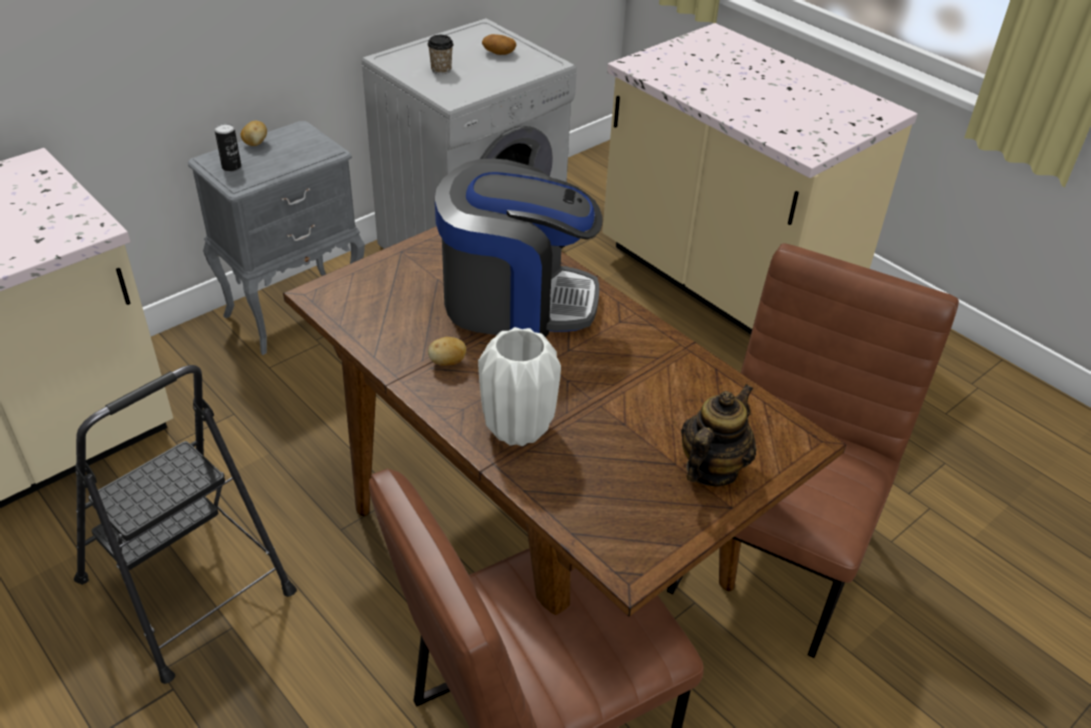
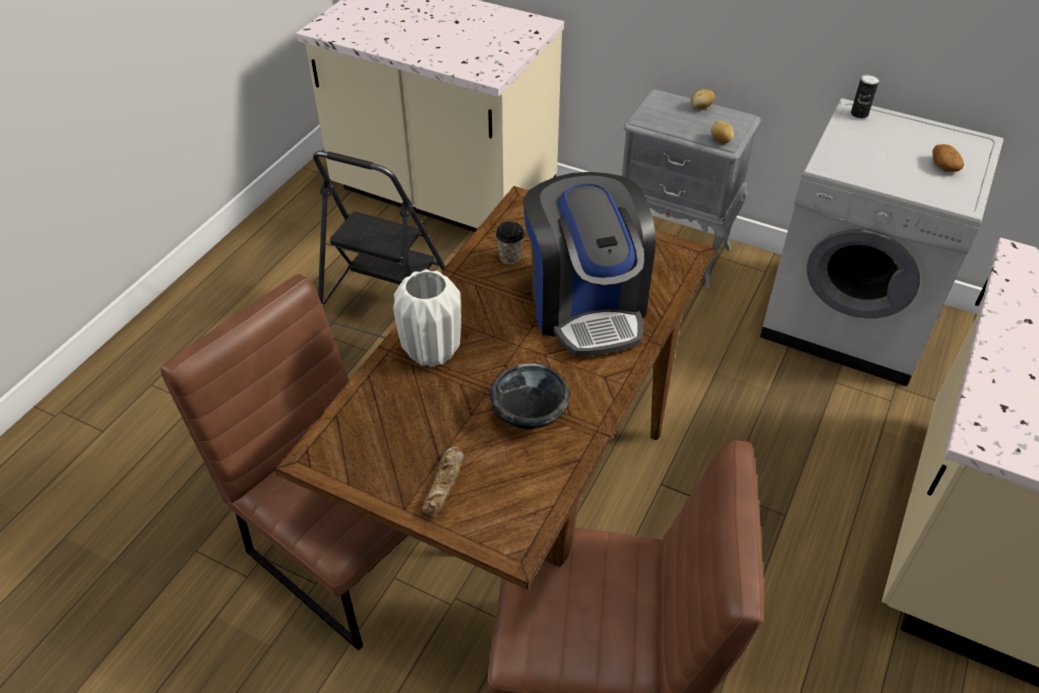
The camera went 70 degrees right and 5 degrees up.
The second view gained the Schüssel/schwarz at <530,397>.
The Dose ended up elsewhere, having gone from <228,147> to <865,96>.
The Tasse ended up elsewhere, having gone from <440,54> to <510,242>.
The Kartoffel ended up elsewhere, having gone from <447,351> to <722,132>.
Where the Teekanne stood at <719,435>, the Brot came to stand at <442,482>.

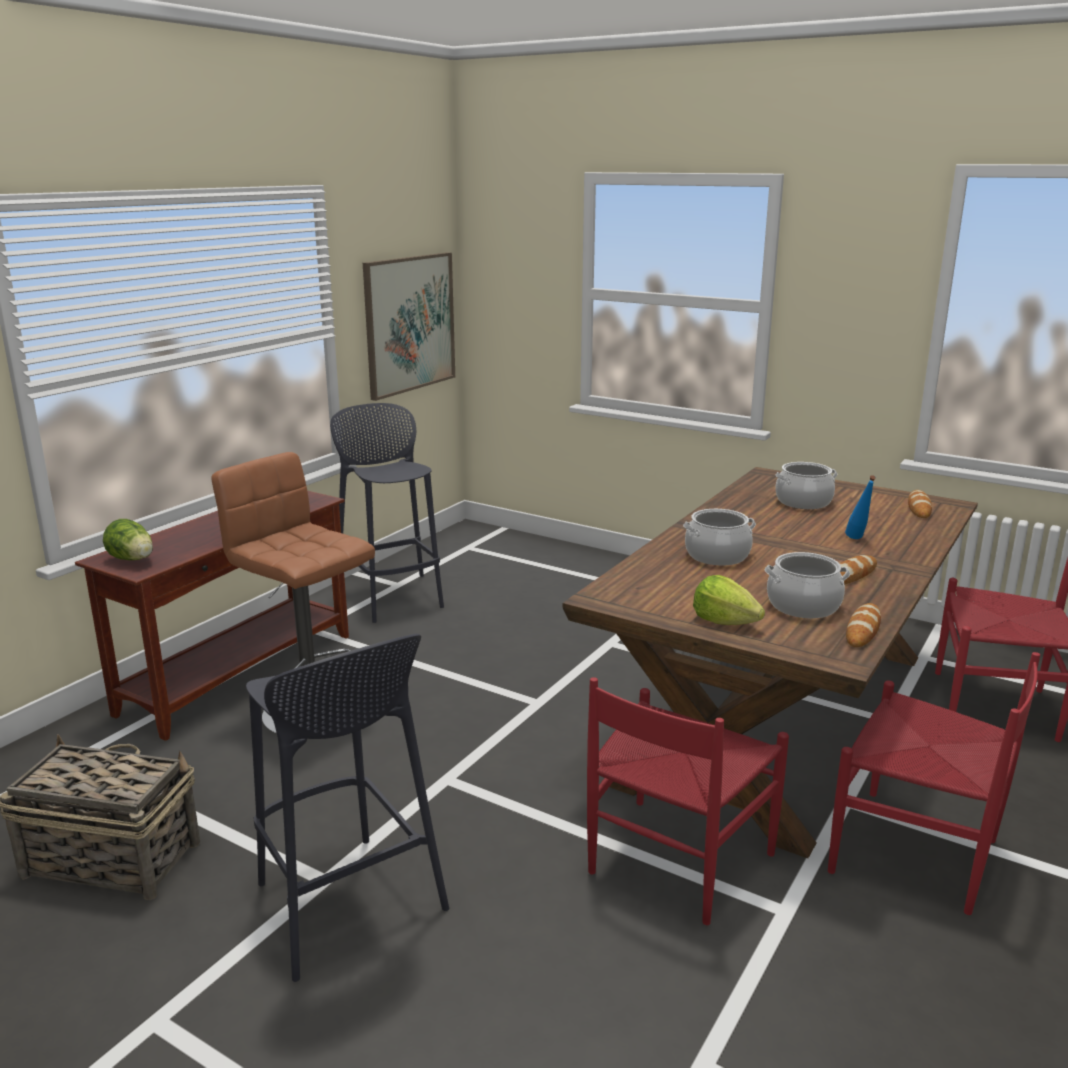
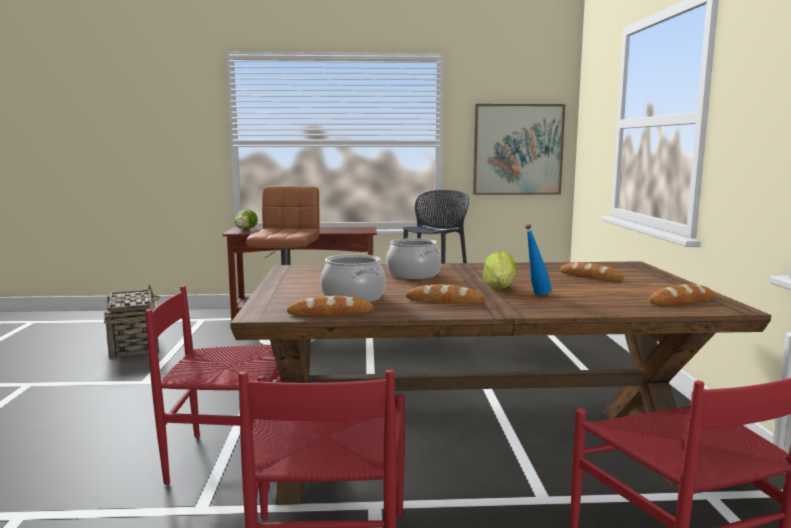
The camera went 55 degrees right and 10 degrees down.
The second view lost the Hocker/grau at <347,808>.
The Salatkopf ended up elsewhere, having gone from <729,600> to <500,270>.
Where the Kochtopf stood at <806,485>, the Brot came to stand at <591,271>.

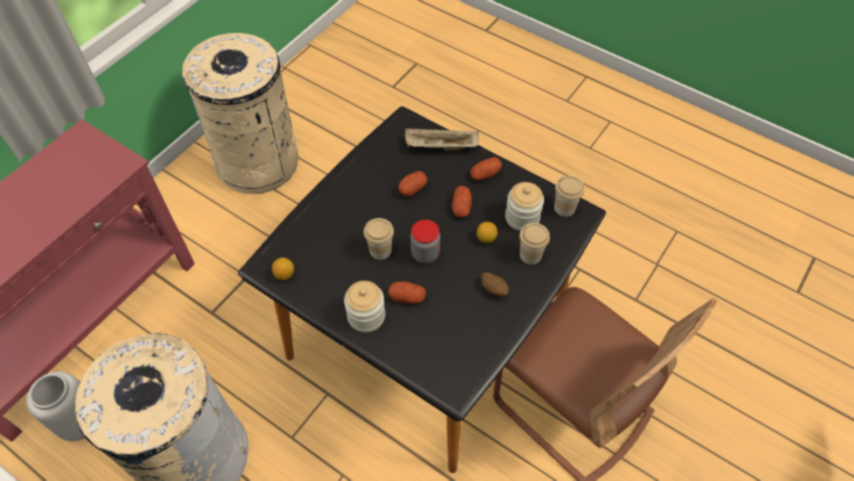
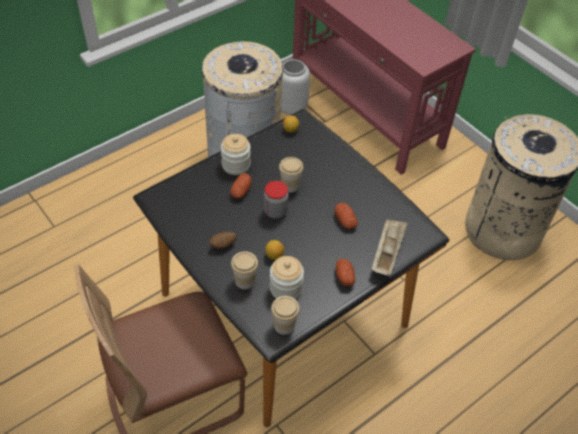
The camera went 105 degrees right and 5 degrees down.
The second view lost the Kartoffel at <462,202>.

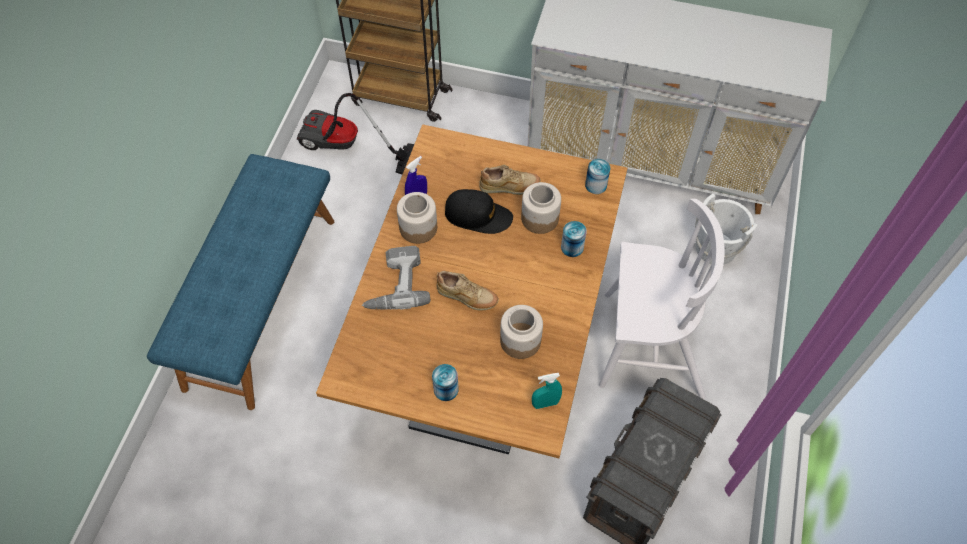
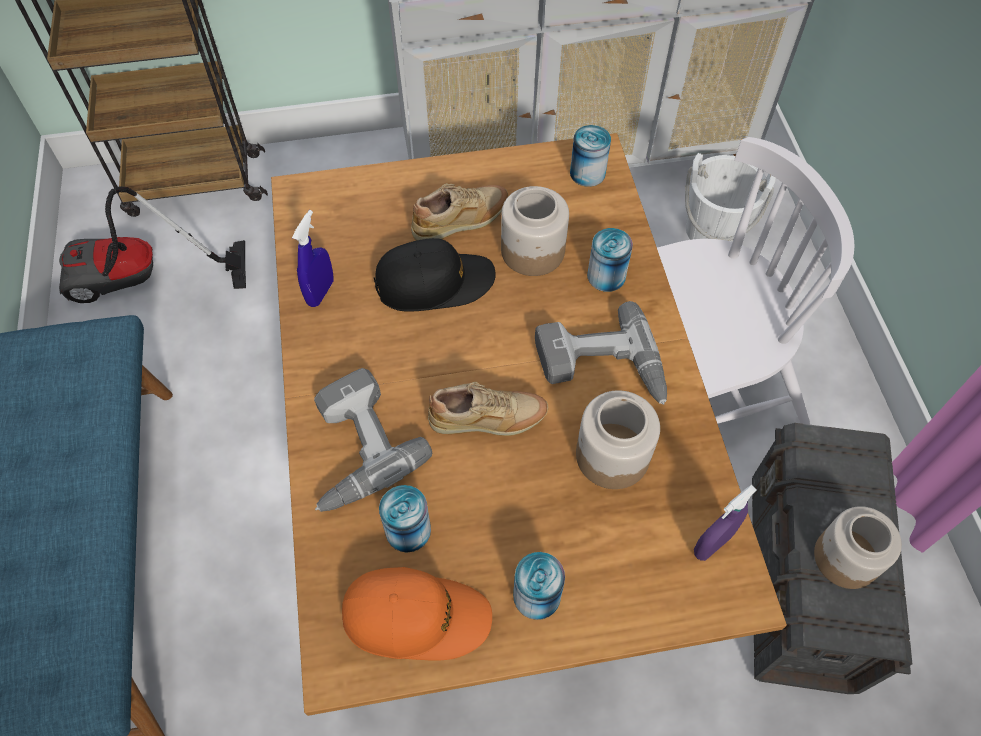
The camera went 25 degrees left and 0 degrees up.
The second view gained the Kappe/orange at <417,613>.
The second view gained the Dose at <405,518>.
The second view gained the Bohrmaschine at <601,353>.
The Vorratsglas ended up elsewhere, having gone from <417,218> to <858,547>.
What was the Sprühflasche/türkis at <547,391> turned into the Sprühflasche/lila at <725,523>.

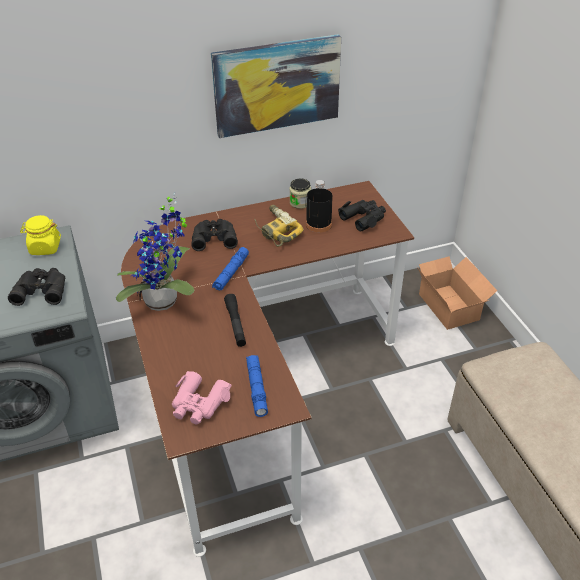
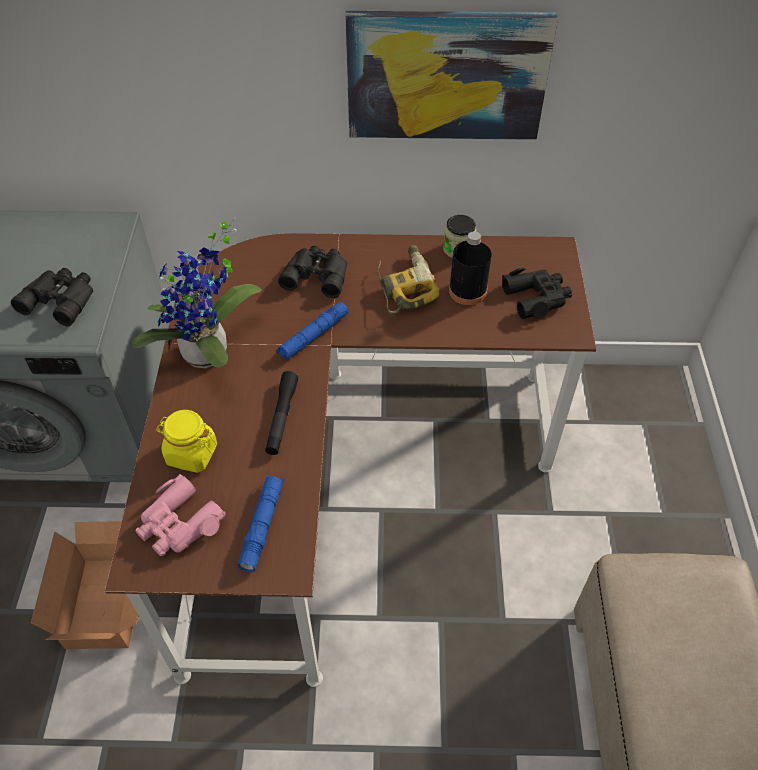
The camera went 20 degrees right and 10 degrees up.
The Vorratsglas/gelb ended up elsewhere, having gone from <40,235> to <186,441>.
The Karton ended up elsewhere, having gone from <457,293> to <84,585>.

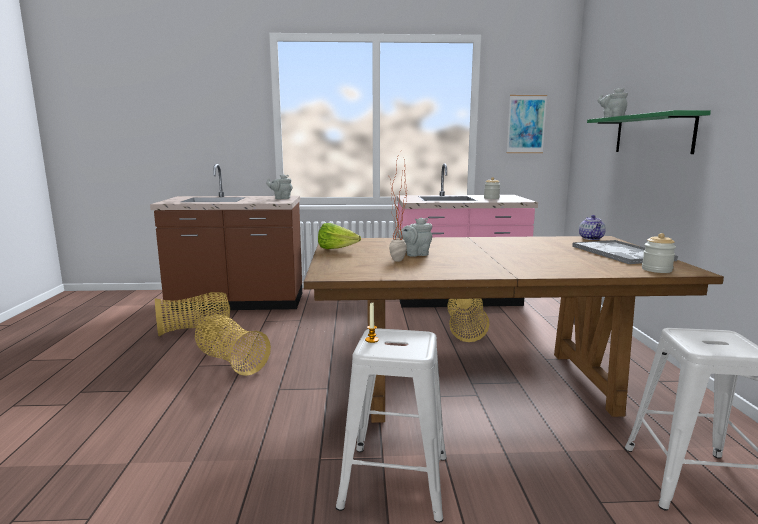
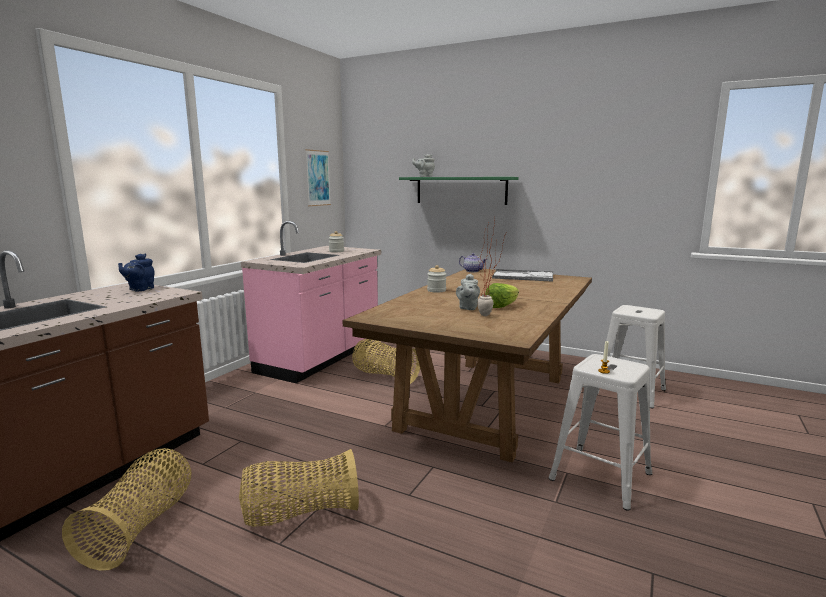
The camera went 60 degrees left and 0 degrees up.
The Salatkopf ended up elsewhere, having gone from <339,236> to <502,295>.
The Vorratsglas ended up elsewhere, having gone from <659,253> to <436,279>.
What was the Teekanne/grau at <279,187> turned into the Teekanne/blau at <136,272>.

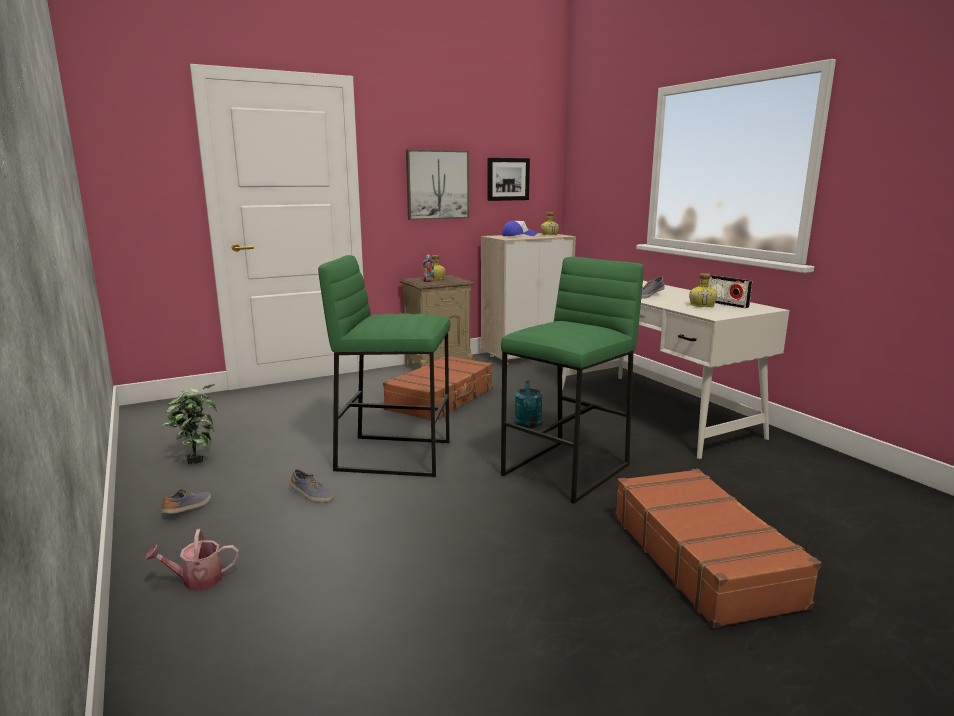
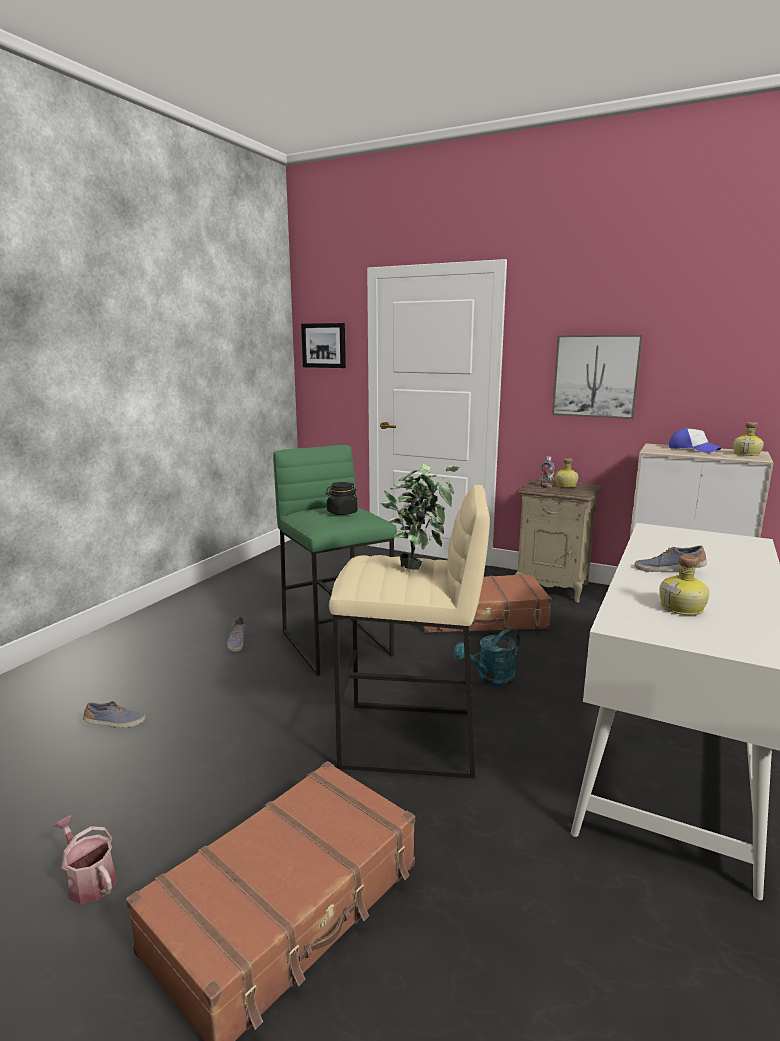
The camera went 55 degrees right and 0 degrees up.
The second view lost the Radio at <730,291>.
The second view gained the Vorratsglas/schwarz at <341,498>.
The Gießkanne ended up elsewhere, having gone from <192,559> to <85,859>.
The Topfpflanze ended up elsewhere, having gone from <189,424> to <419,517>.
The Schuh ended up elsewhere, having gone from <186,501> to <114,714>.
The Bild ended up elsewhere, having gone from <508,179> to <323,345>.
What was the Hocker/grün at <572,380> turned into the Hocker/beige at <409,631>.

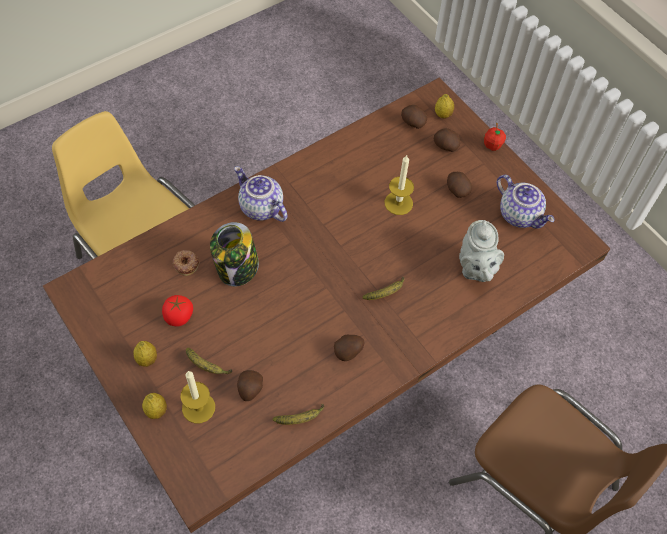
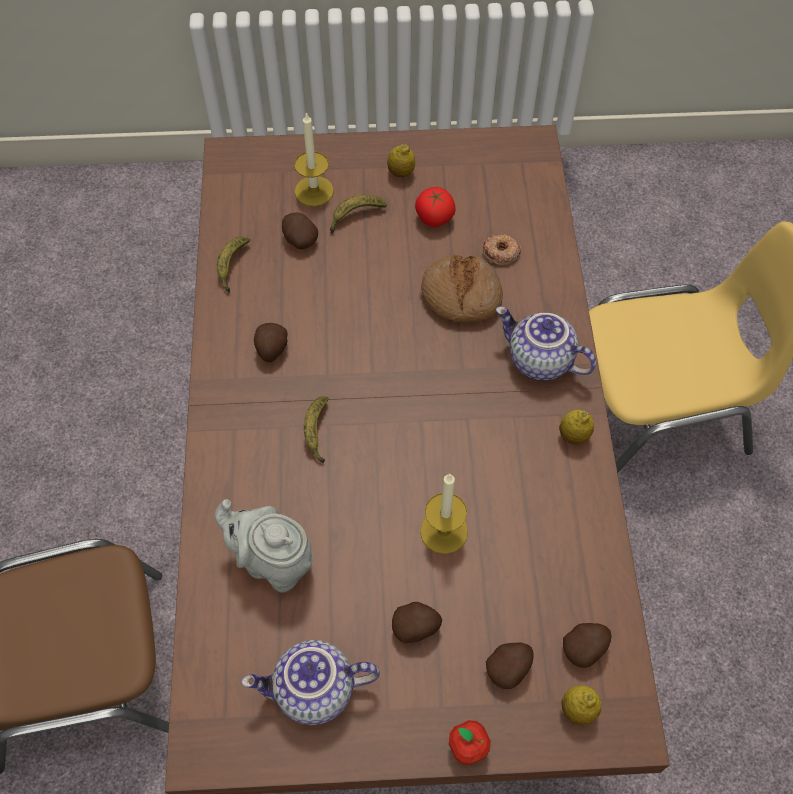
The camera went 125 degrees right and 0 degrees up.
The Zitrone ended up elsewhere, having gone from <154,406> to <576,427>.
Where the Vorratsglas stood at <234,254>, the Brot came to stand at <462,288>.
The Teekanne at <260,194> ended up facing another way, 135 degrees counterclockwise from before.

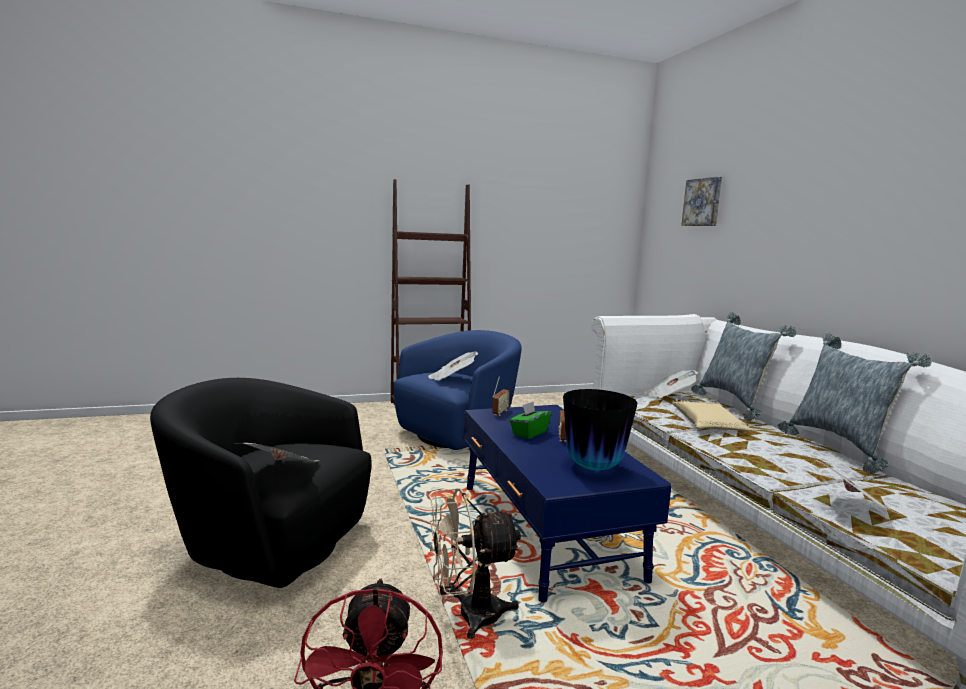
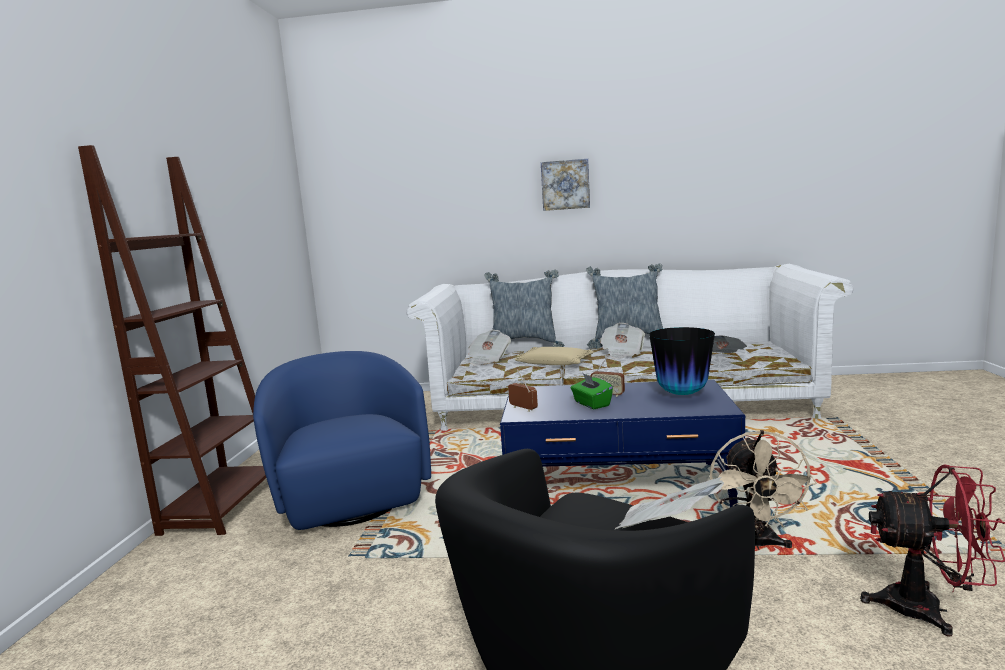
The camera went 65 degrees left and 0 degrees up.
The Zeitung ended up elsewhere, having gone from <453,366> to <622,341>.
The Bild ended up elsewhere, having gone from <701,201> to <565,185>.

